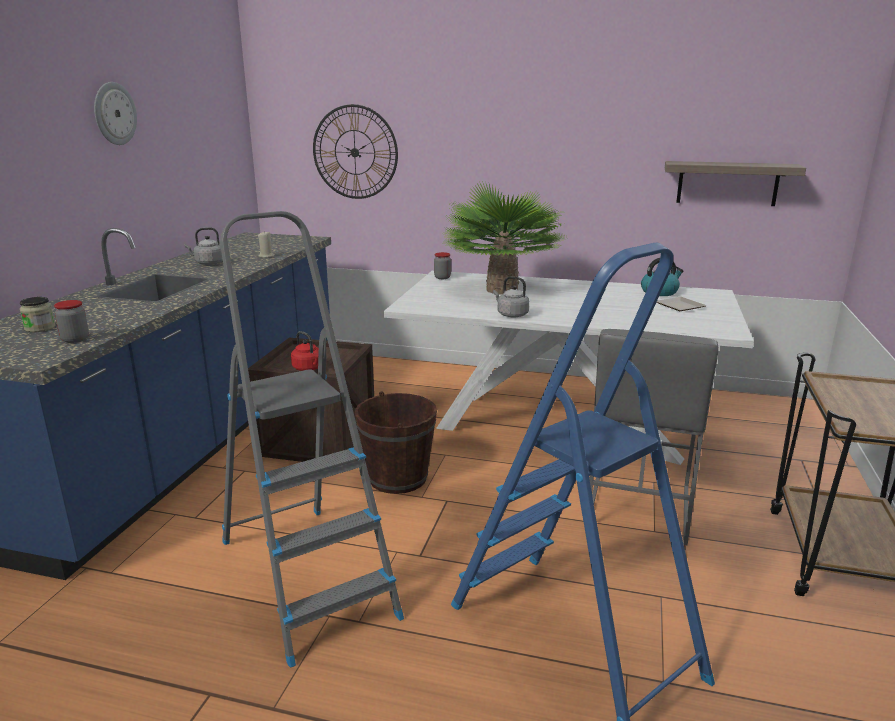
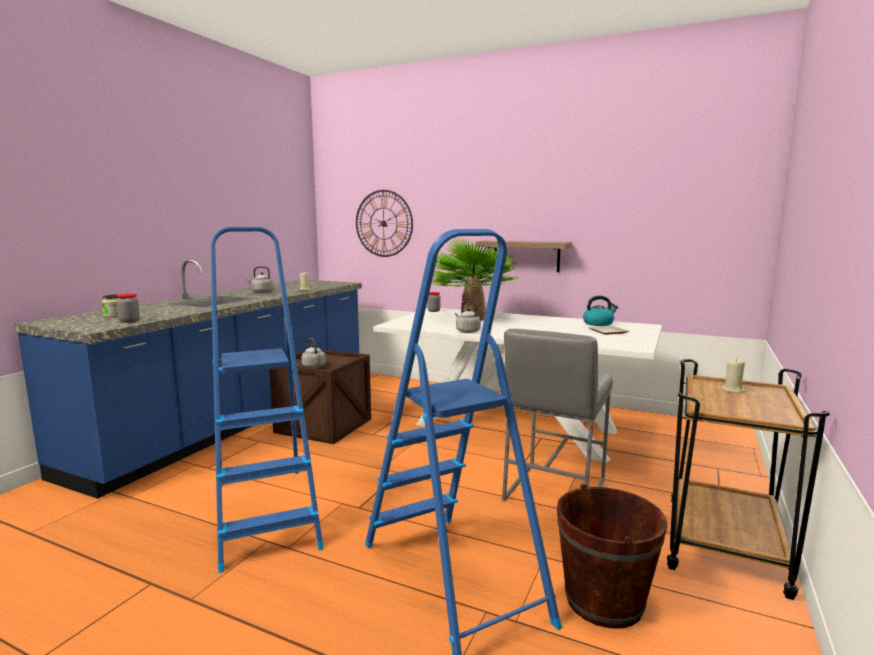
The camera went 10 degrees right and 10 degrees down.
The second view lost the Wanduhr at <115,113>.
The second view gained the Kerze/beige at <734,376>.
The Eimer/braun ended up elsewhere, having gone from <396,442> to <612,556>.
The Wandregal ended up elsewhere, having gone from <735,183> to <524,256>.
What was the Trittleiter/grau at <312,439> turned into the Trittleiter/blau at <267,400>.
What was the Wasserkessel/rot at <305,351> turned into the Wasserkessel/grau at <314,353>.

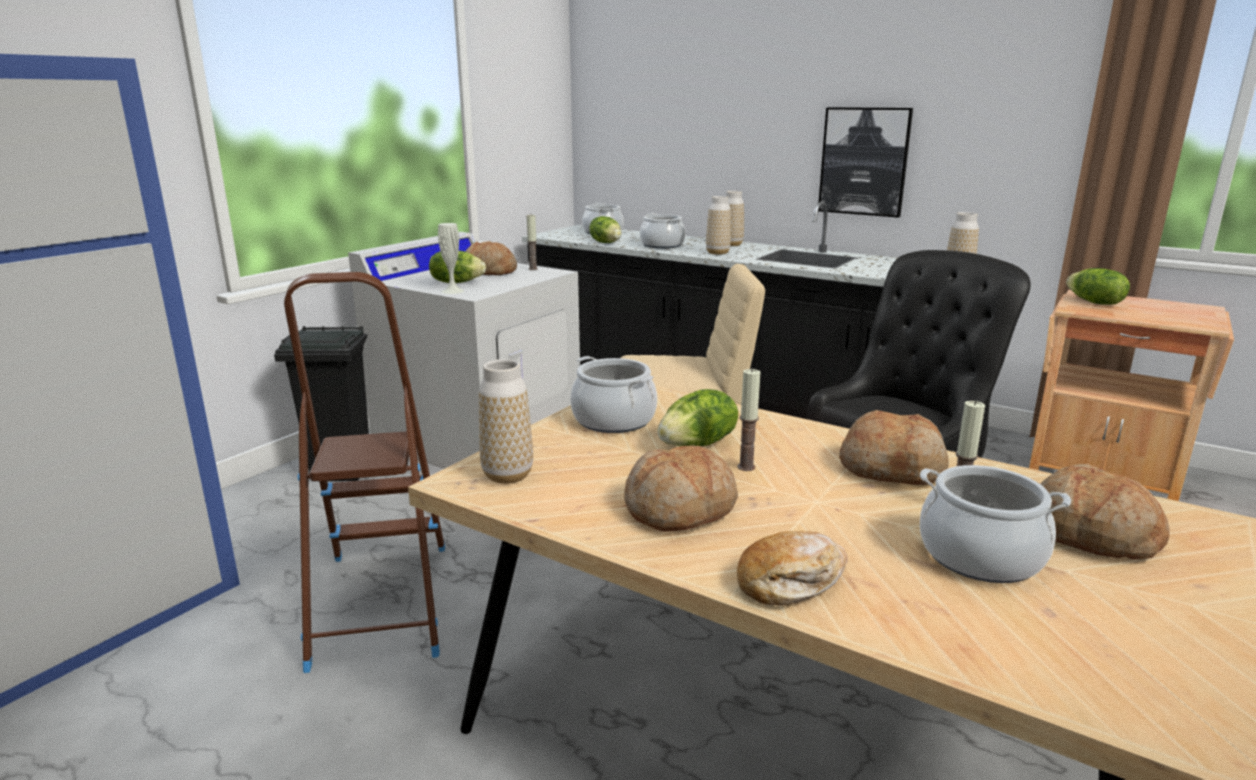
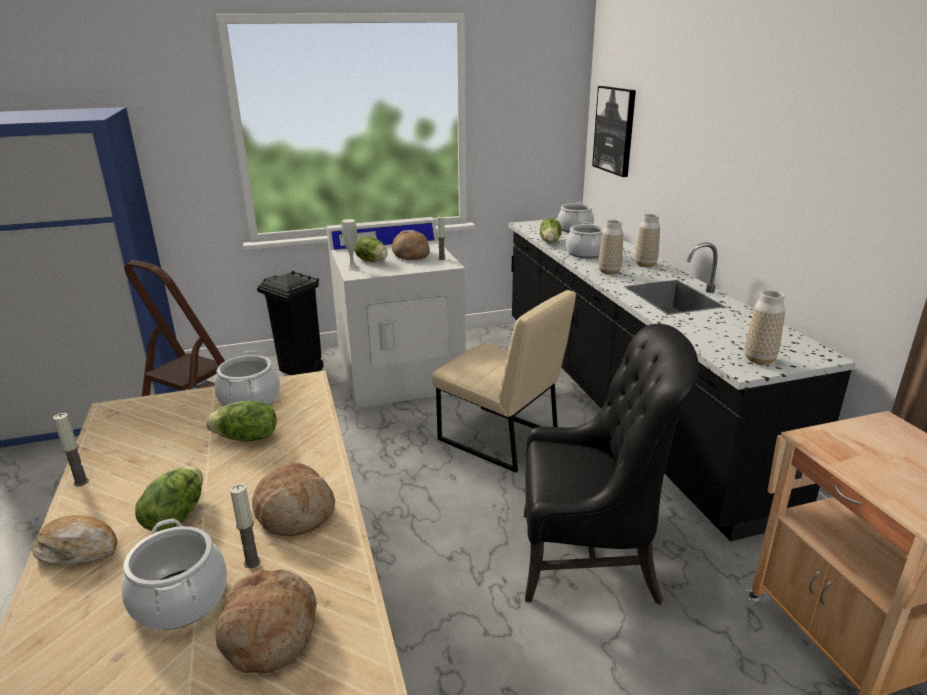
The camera went 40 degrees right and 5 degrees up.
The second view lost the Vase at <506,421>.
The second view lost the Brot at <681,489>.
The Kerze ended up elsewhere, having gone from <749,419> to <71,449>.
The Bild ended up elsewhere, having gone from <865,162> to <614,131>.
The Salatkopf ended up elsewhere, having gone from <1098,286> to <169,499>.

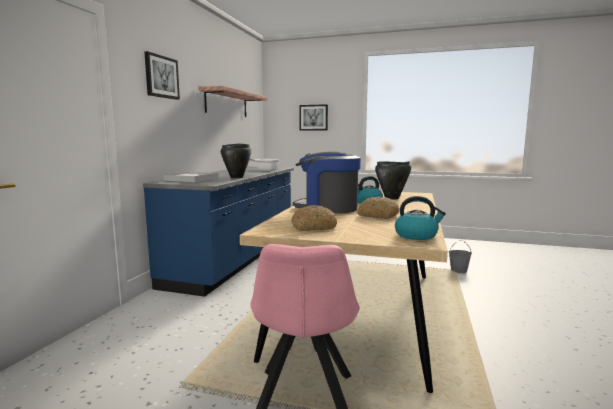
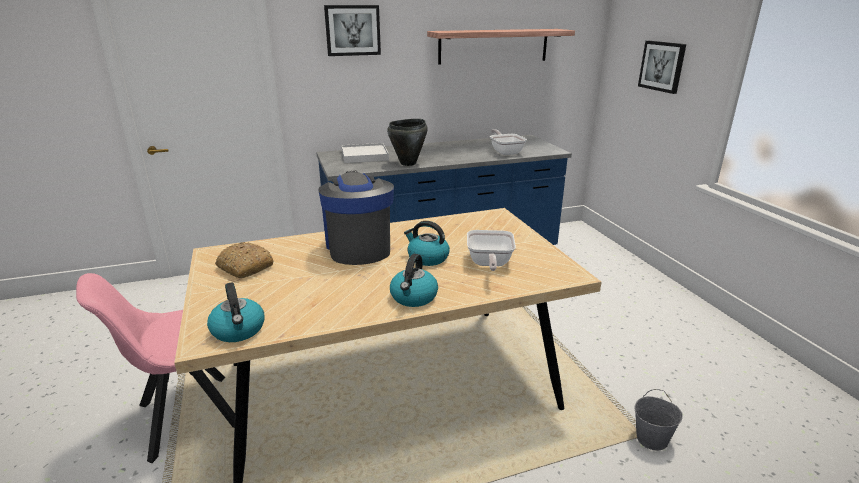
The camera went 55 degrees right and 15 degrees up.
The second view lost the Brot at <378,208>.
The second view gained the Wasserkessel at <414,280>.
Where the Kochtopf/schwarz stood at <393,180>, the Pfanne came to stand at <491,250>.

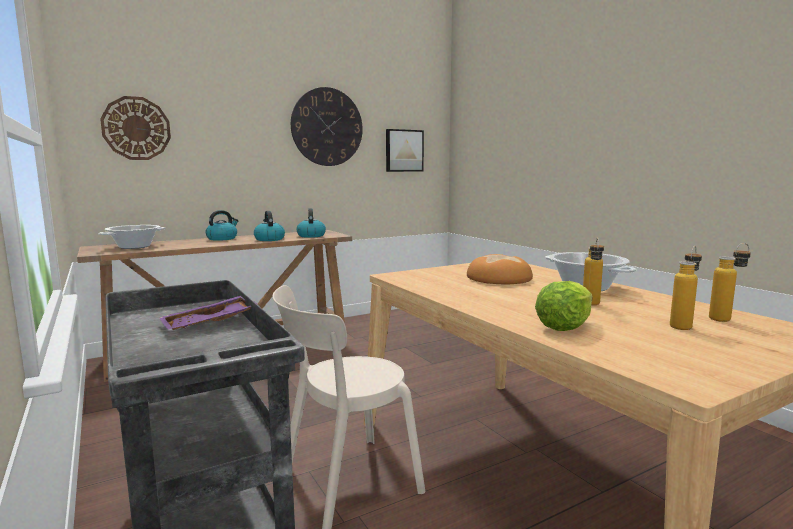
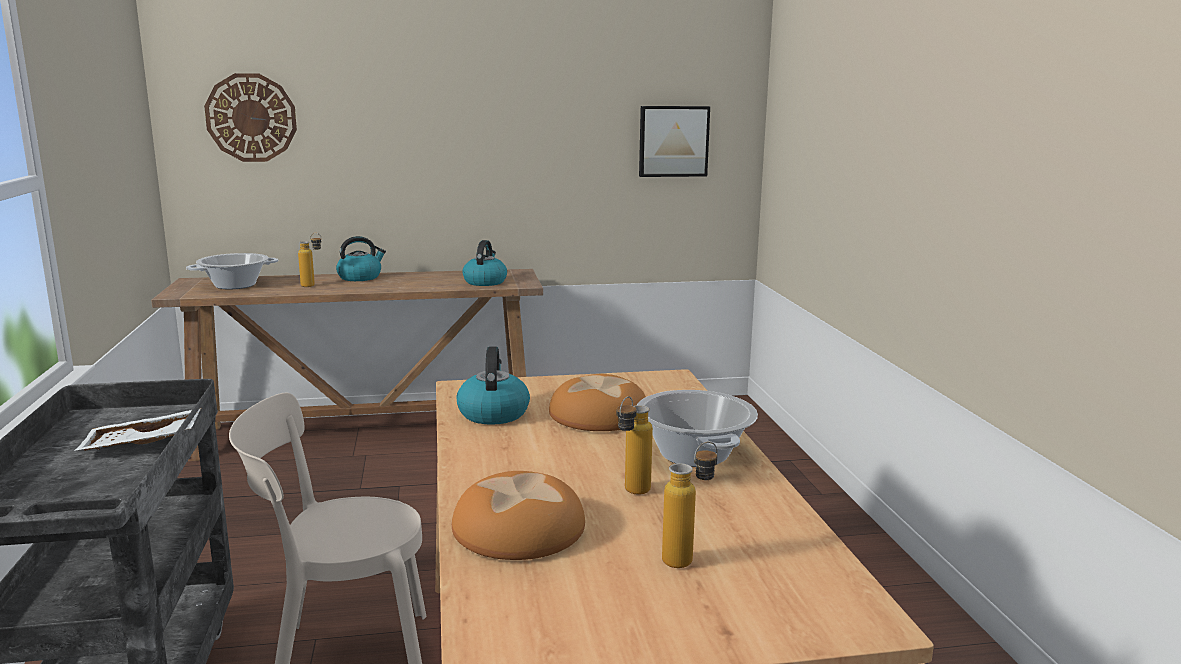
The camera went 20 degrees right and 5 degrees up.
The second view lost the Wanduhr at <327,126>.
The Wasserkessel ended up elsewhere, having gone from <269,226> to <493,385>.
The Flasche ended up elsewhere, having gone from <730,282> to <310,260>.
Where the Salatkopf stood at <563,306>, the Brot came to stand at <518,515>.
What was the Tablett/lila at <208,313> turned into the Tablett/weiß at <137,429>.

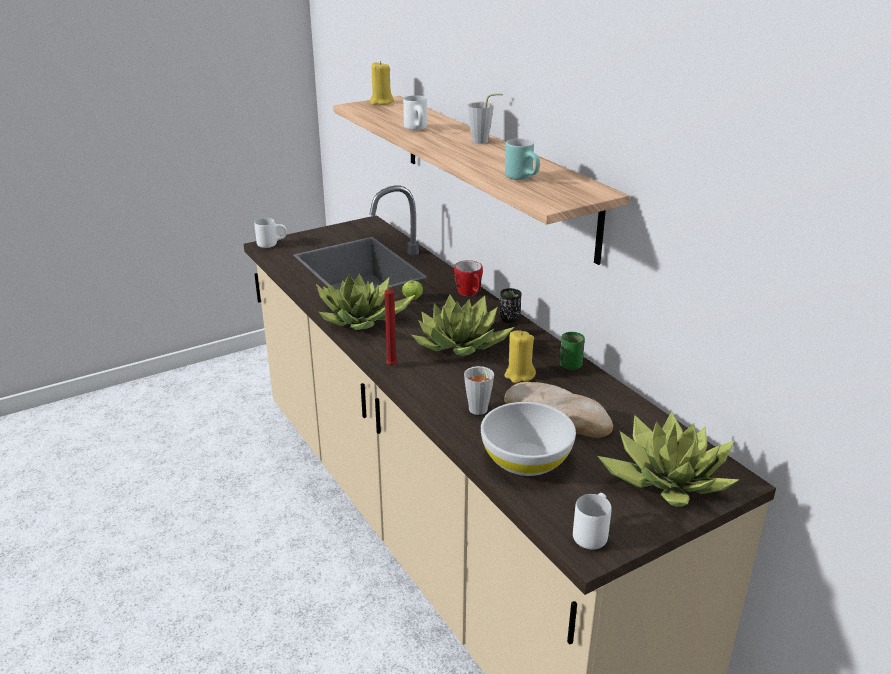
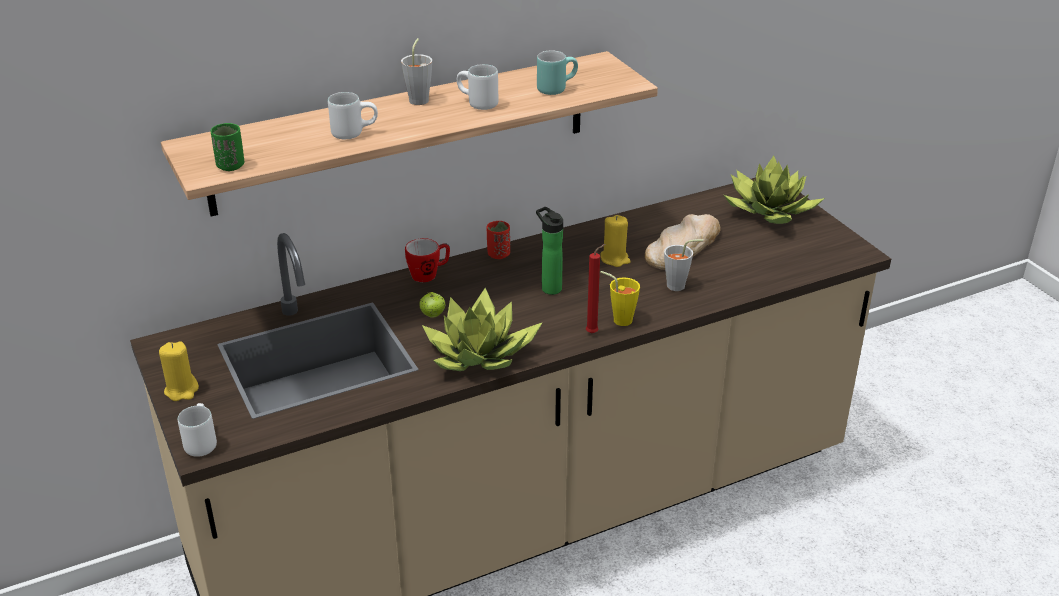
The camera went 85 degrees left and 5 degrees up.
The second view lost the Schüssel/weiß at <528,439>.
The second view gained the Tasse/gelb at <620,298>.
The Kerze/gelb ended up elsewhere, having gone from <381,83> to <179,371>.
The Tasse/grün ended up elsewhere, having gone from <572,351> to <227,147>.
The Henkelbecher/weiß ended up elsewhere, having gone from <592,521> to <477,87>.
Where the Topfpflanze stood at <463,325>, the Flasche came to stand at <549,251>.
What was the Tasse/schwarz at <510,305> turned into the Tasse/rot at <498,240>.

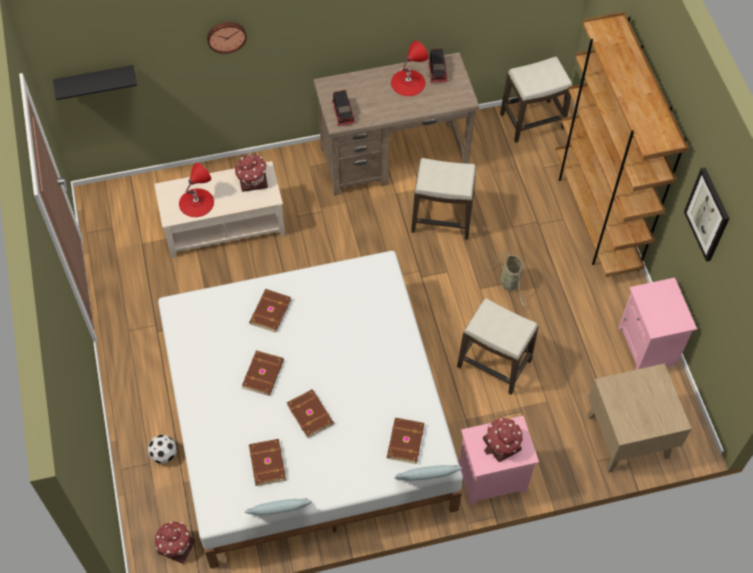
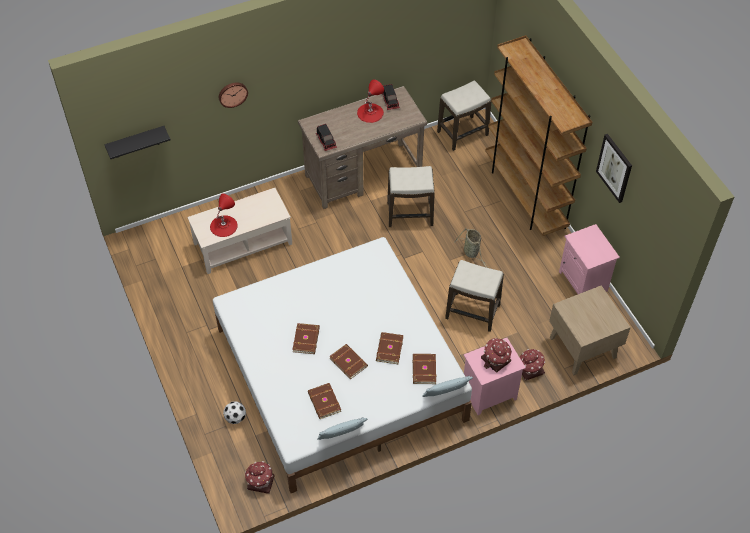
The camera went 10 degrees left and 5 degrees down.
The Spielzeughaus ended up elsewhere, having gone from <251,173> to <532,365>.
The Buch/braun ended up elsewhere, having gone from <270,311> to <389,348>.

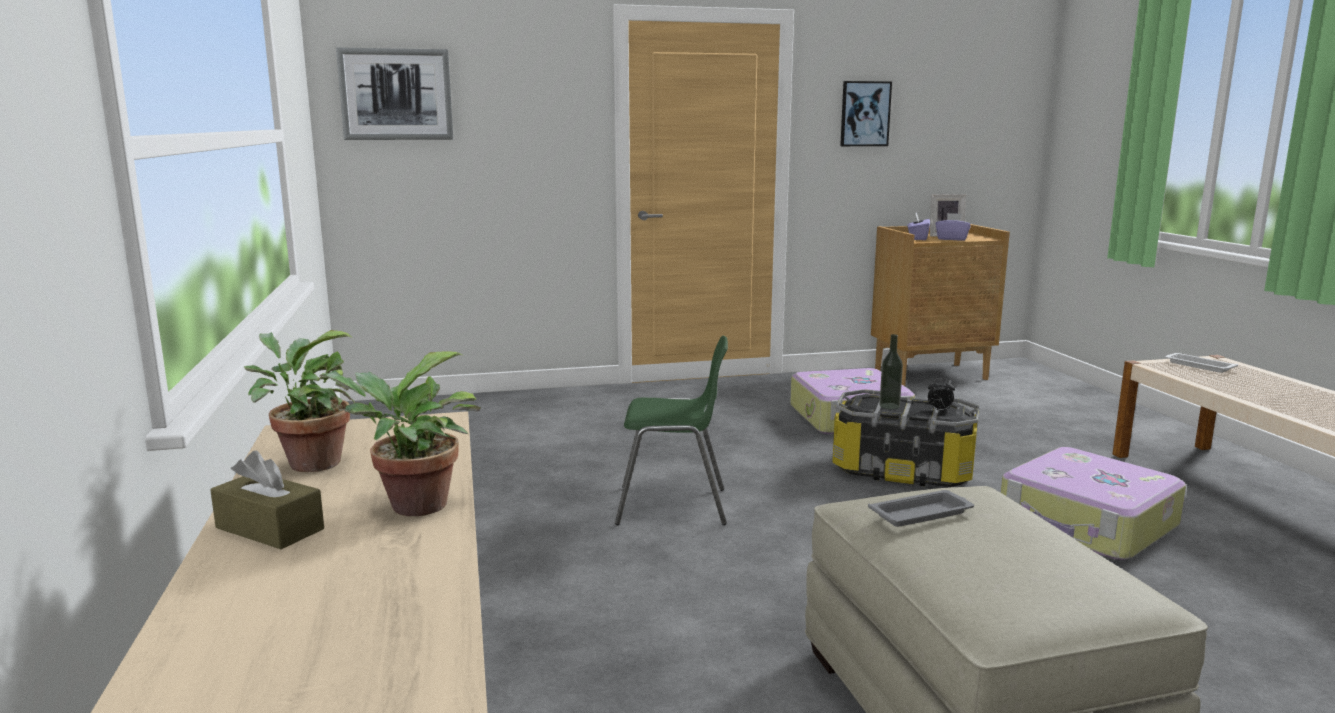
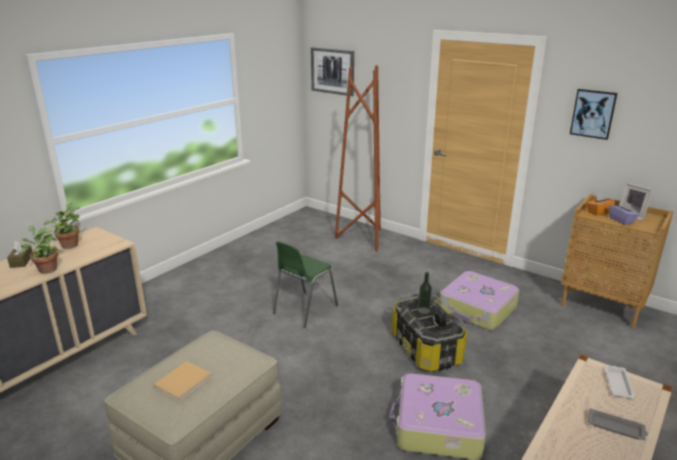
The camera went 50 degrees right and 10 degrees up.
The second view gained the Buch/beige at <183,381>.
The second view gained the Kleiderständer/braun at <358,158>.
The Tablett/grau ended up elsewhere, having gone from <921,508> to <618,424>.
What was the Taschentuchbox/lila at <919,226> turned into the Taschentuchbox/orange at <601,205>.
The Stuhl/grün at <671,430> ended up facing another way, 75 degrees clockwise from before.

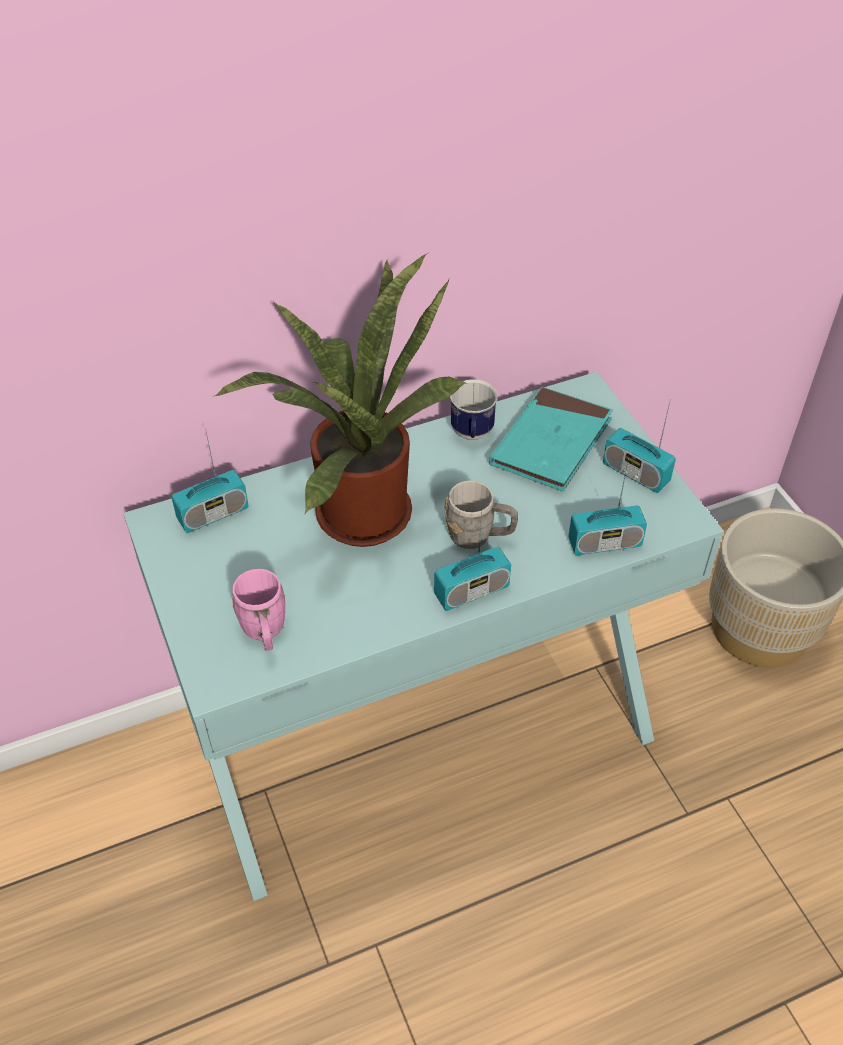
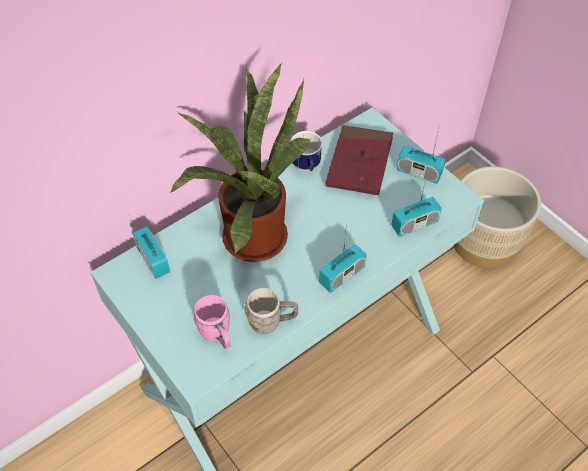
The camera went 15 degrees left and 5 degrees up.
The Henkelbecher/grau ended up elsewhere, having gone from <481,515> to <271,311>.
What was the Buch/türkis at <551,439> turned into the Buch/rot at <359,160>.
The Radio at <210,480> ended up facing another way, 75 degrees counterclockwise from before.

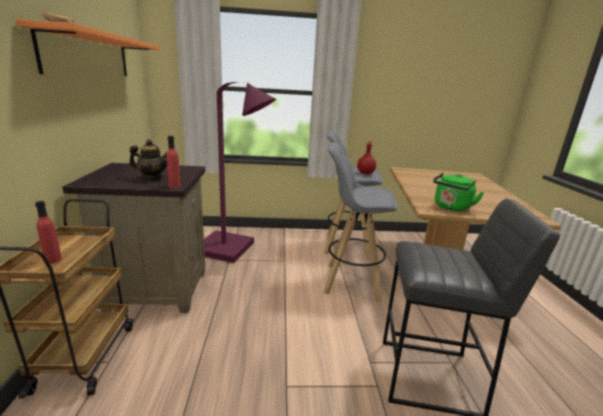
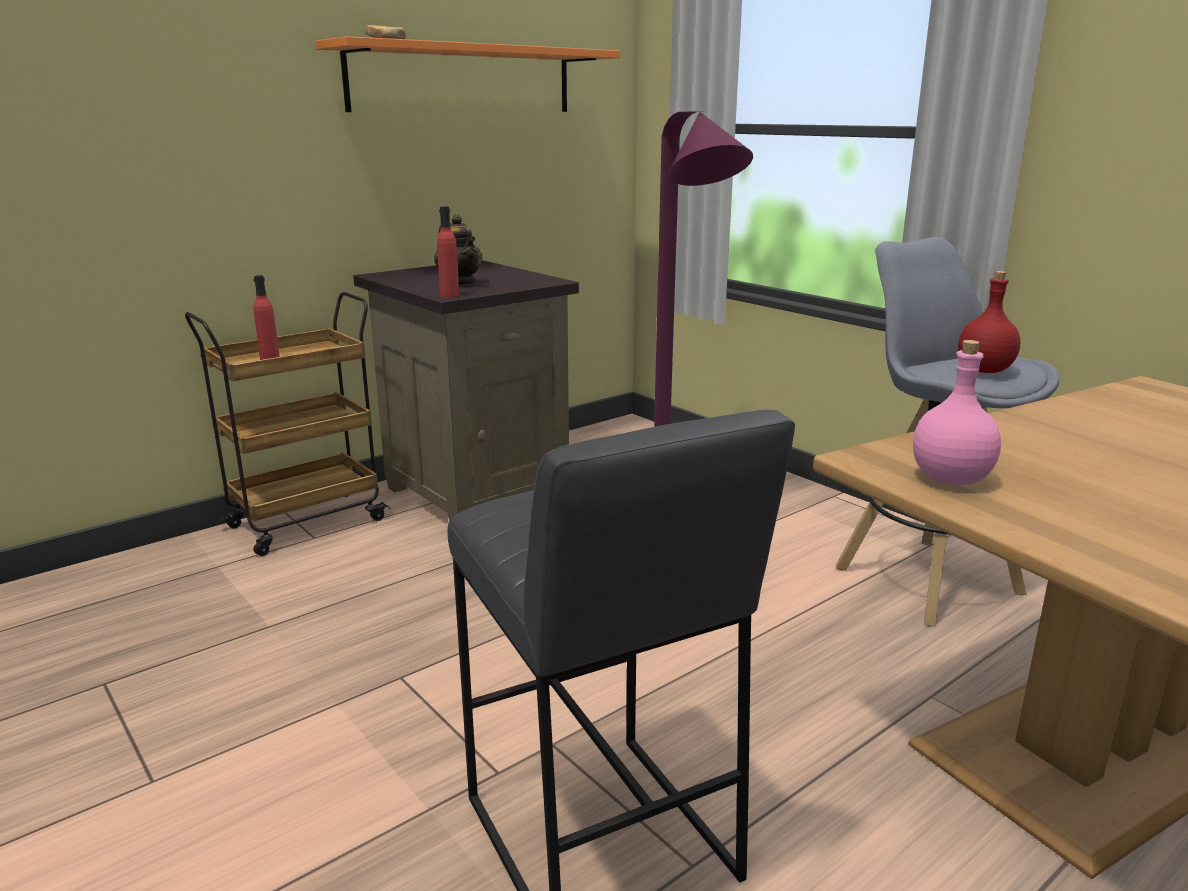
The camera went 55 degrees right and 0 degrees up.
The second view lost the Hocker/grau at <360,222>.
Where the Wasserkessel/grün stood at <458,191>, the Flasche/rosa came to stand at <957,412>.

